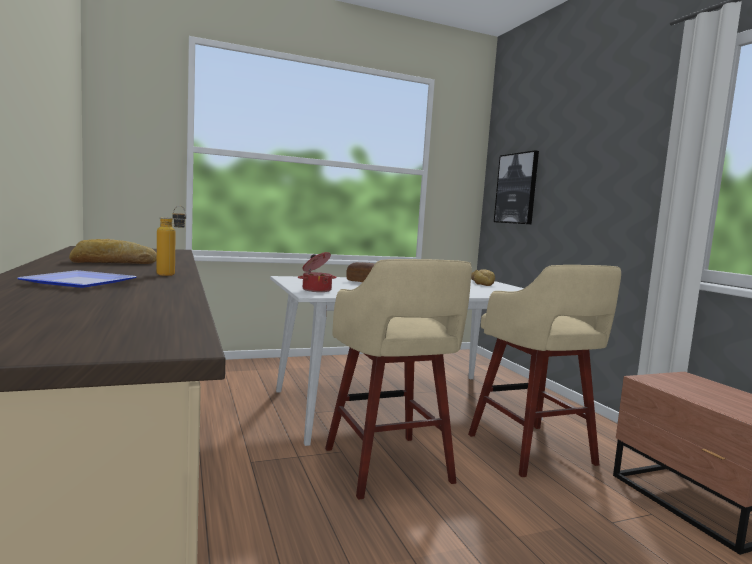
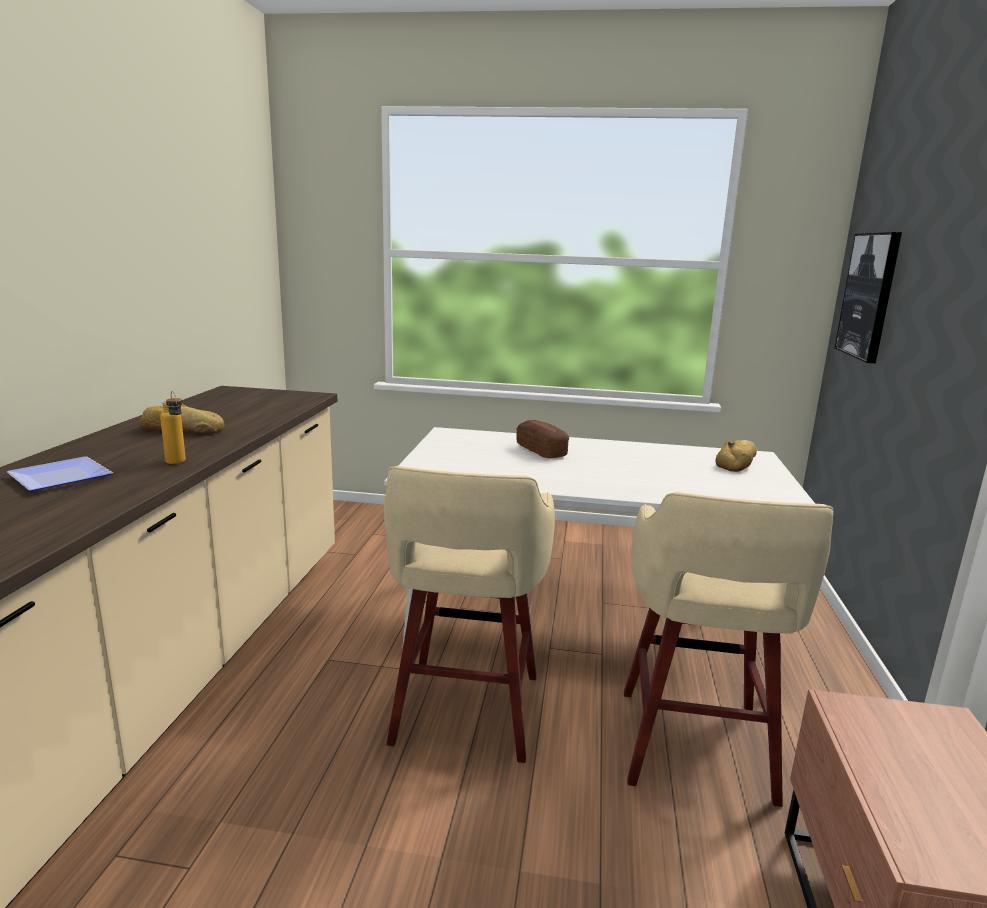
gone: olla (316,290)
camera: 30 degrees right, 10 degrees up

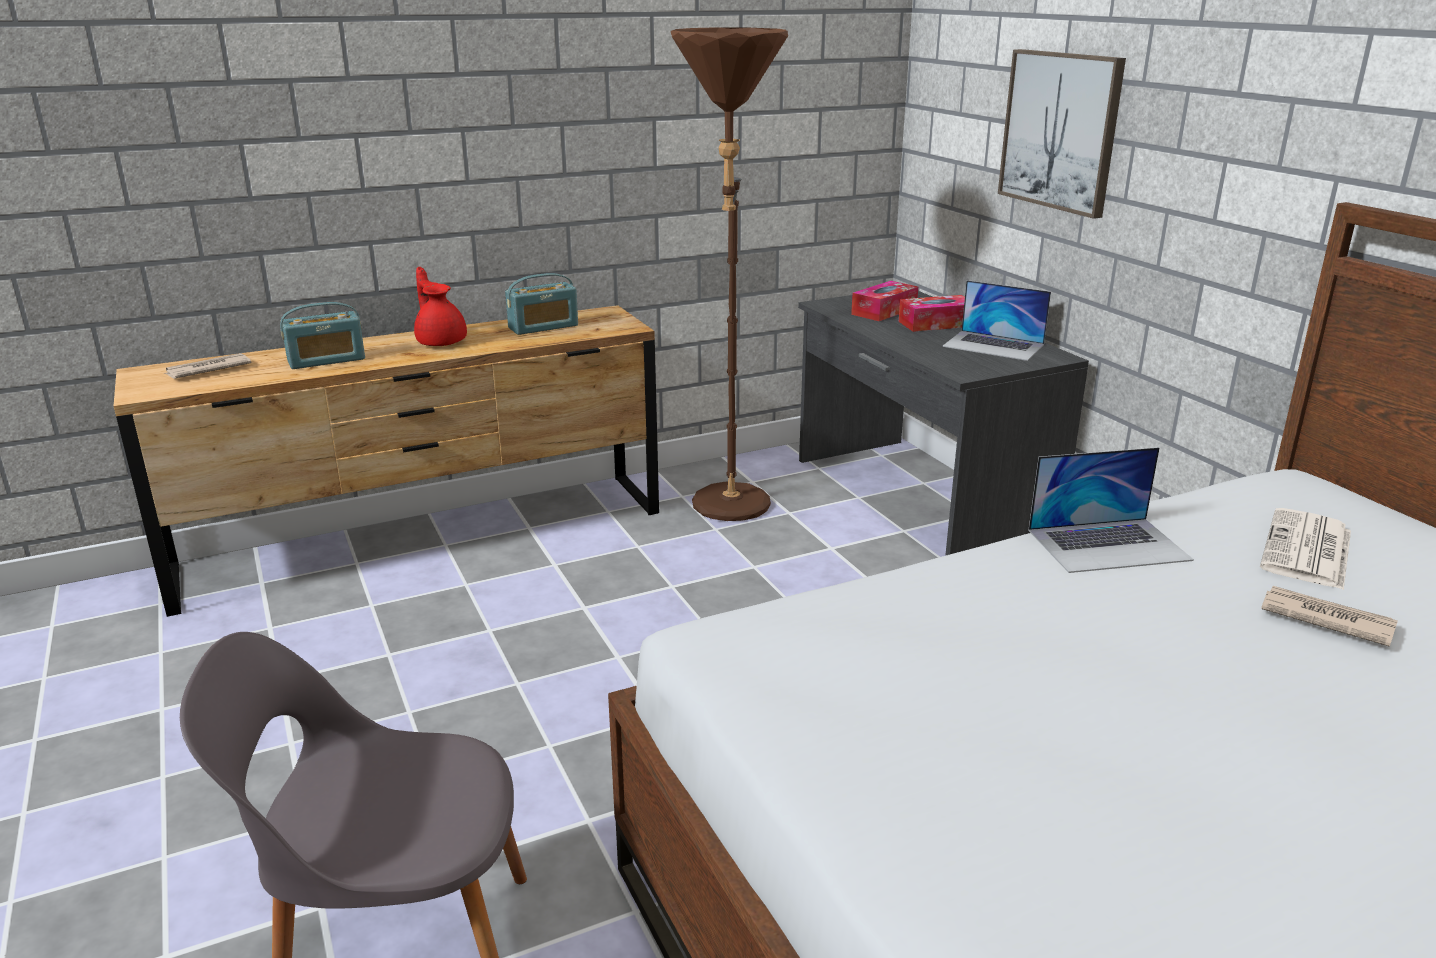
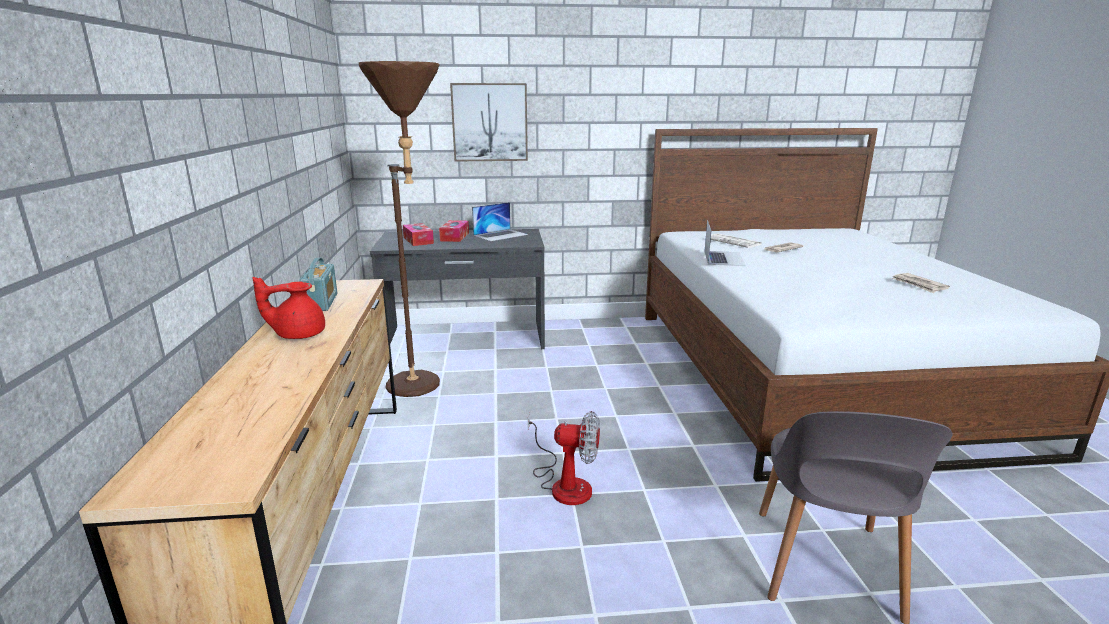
gone: radio (326,360)
new: ventilador (564,483)
shifted: periódico (207,370) to (919,285)
camera: 70 degrees left, 5 degrees down

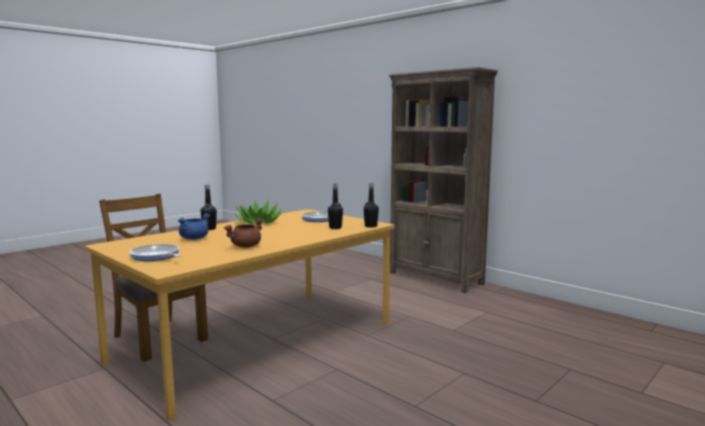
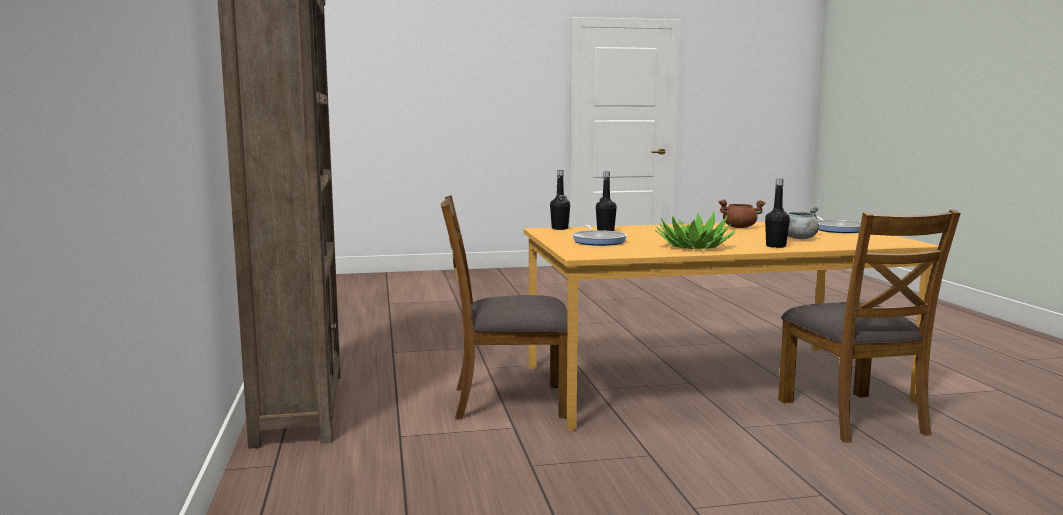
new: silla/marrón (509,401)
repainted: olla/azul (194,238) to olla/gris (798,238)
camera: 145 degrees left, 0 degrees up

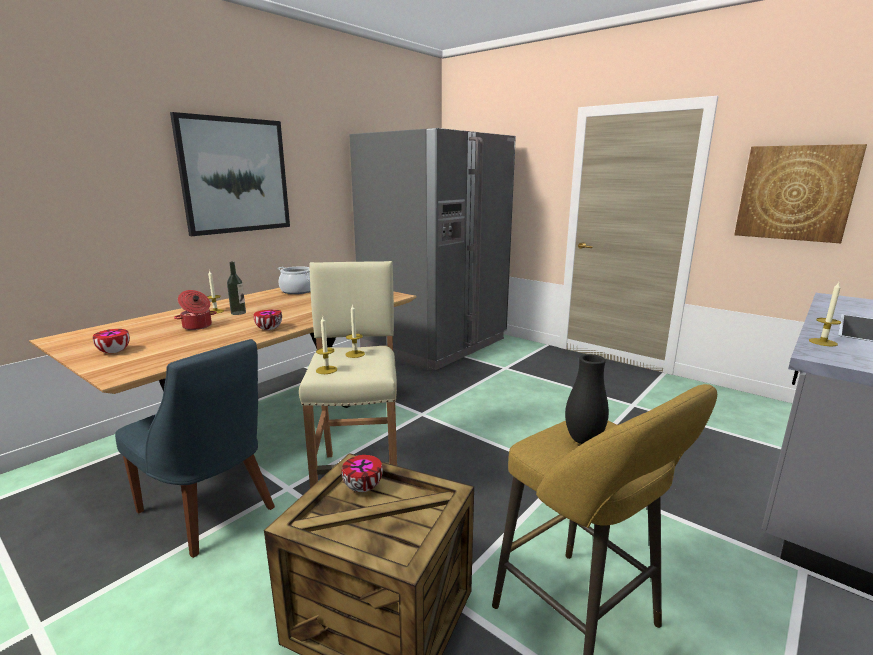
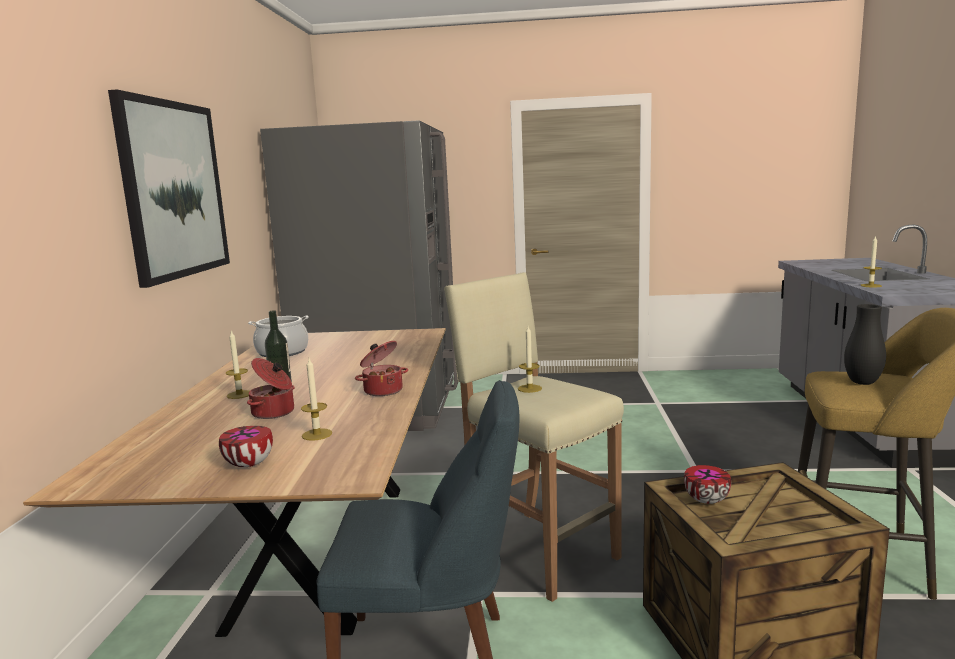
gone: cuadro (795,193)
shifted: vela (326,370) to (317,434)
swapped: cuenco (269,329) to olla (383,390)
camera: 35 degrees left, 5 degrees down

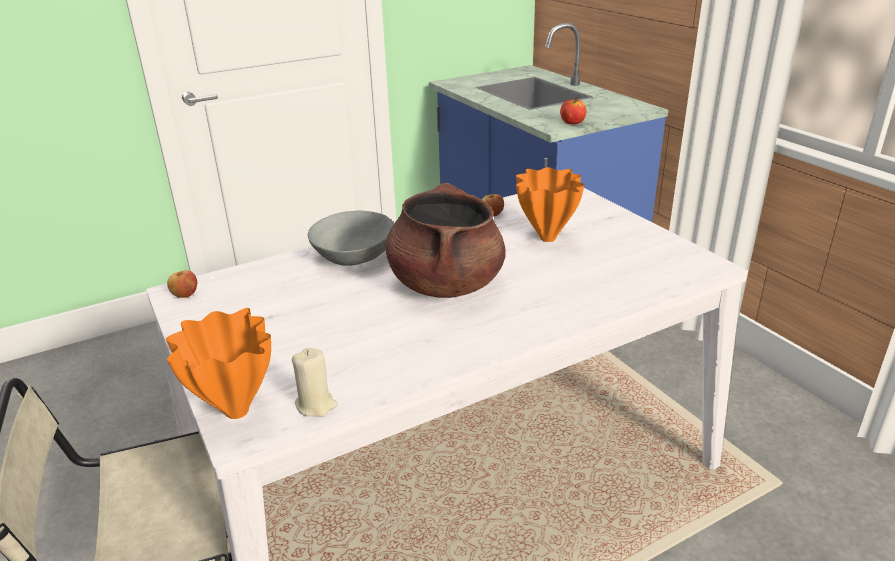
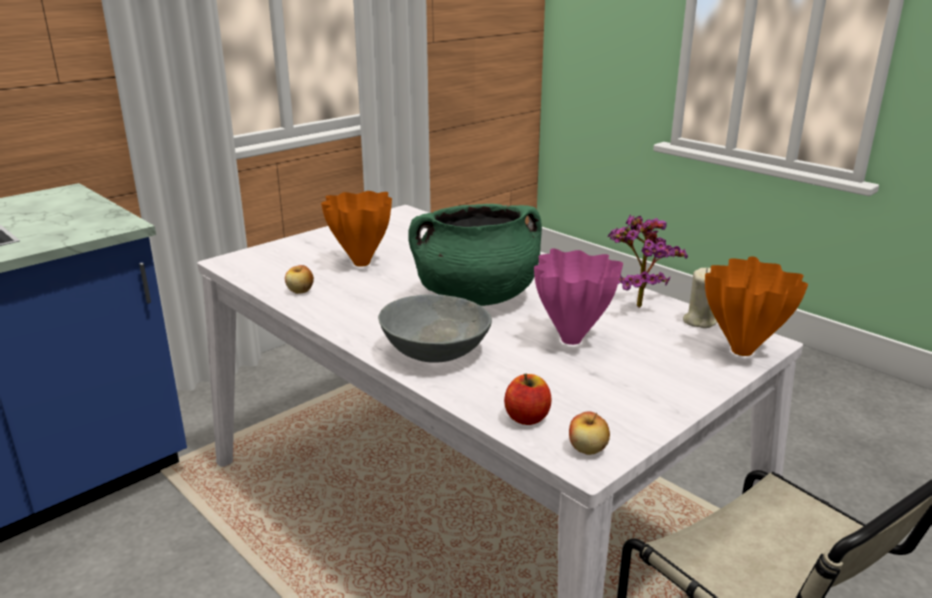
new: florero/rosa (572,340); planta en maceta (636,303)
shifted: manzana (572,122) to (527,417)
repainted: olla/marrón (446,284) to olla/verde (476,297)
camera: 105 degrees left, 5 degrees down

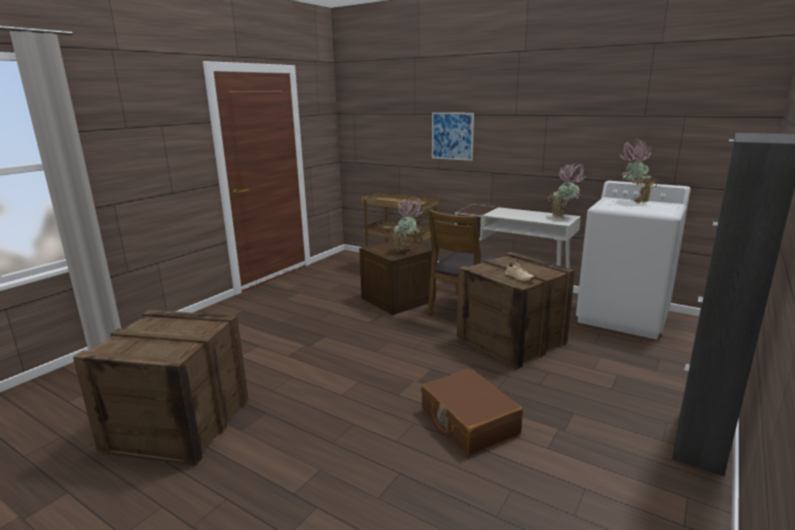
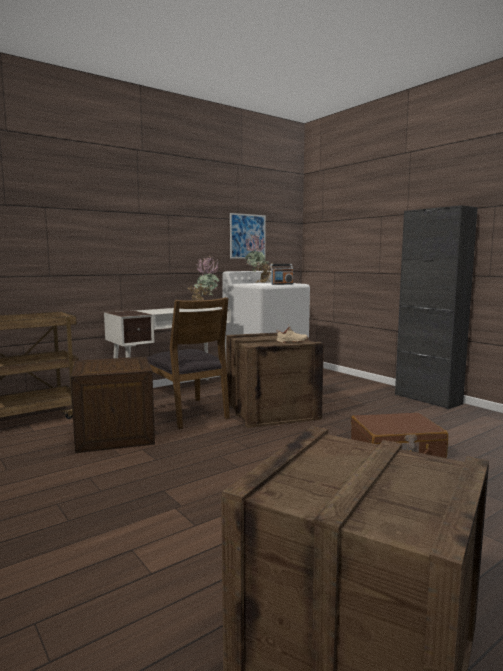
gone: planta en maceta (406,250)
new: radio (282,284)
shifted: cuadro (452,136) to (247,236)
camera: 70 degrees left, 10 degrees down

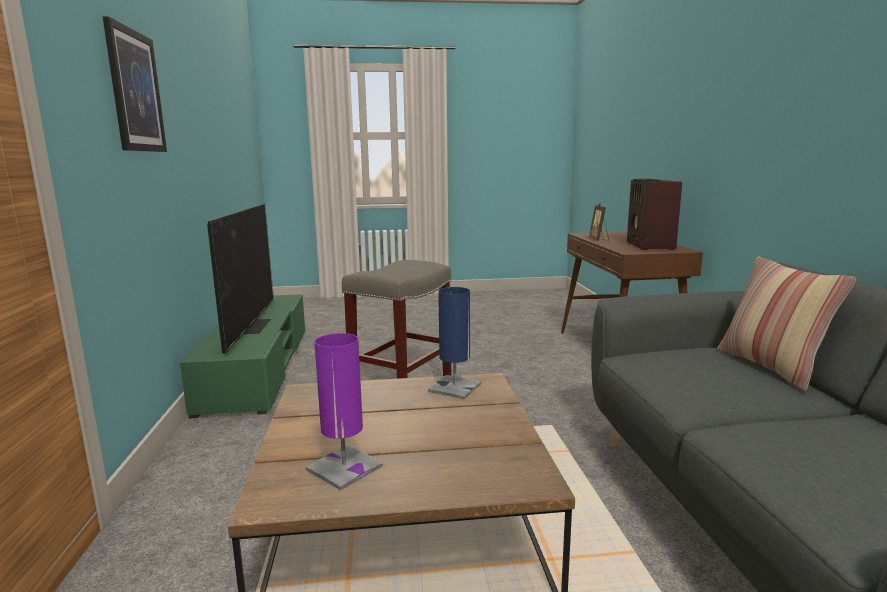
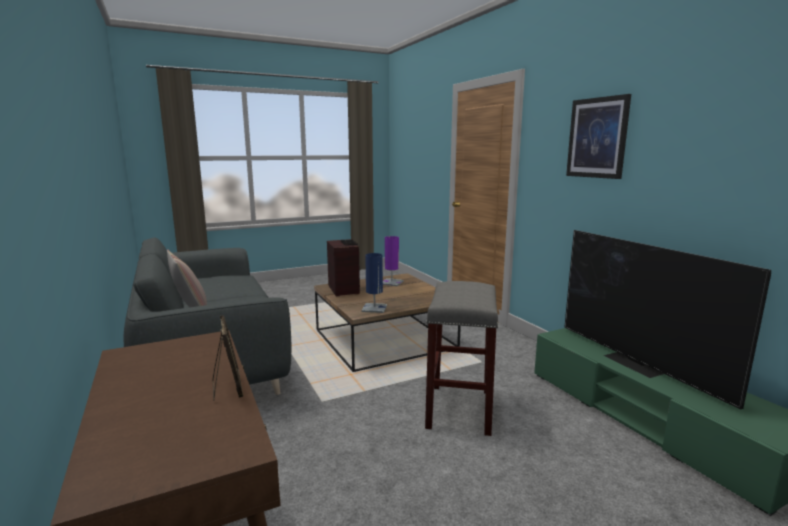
shifted: radio (649,246) to (344,289)
camera: 160 degrees right, 0 degrees up

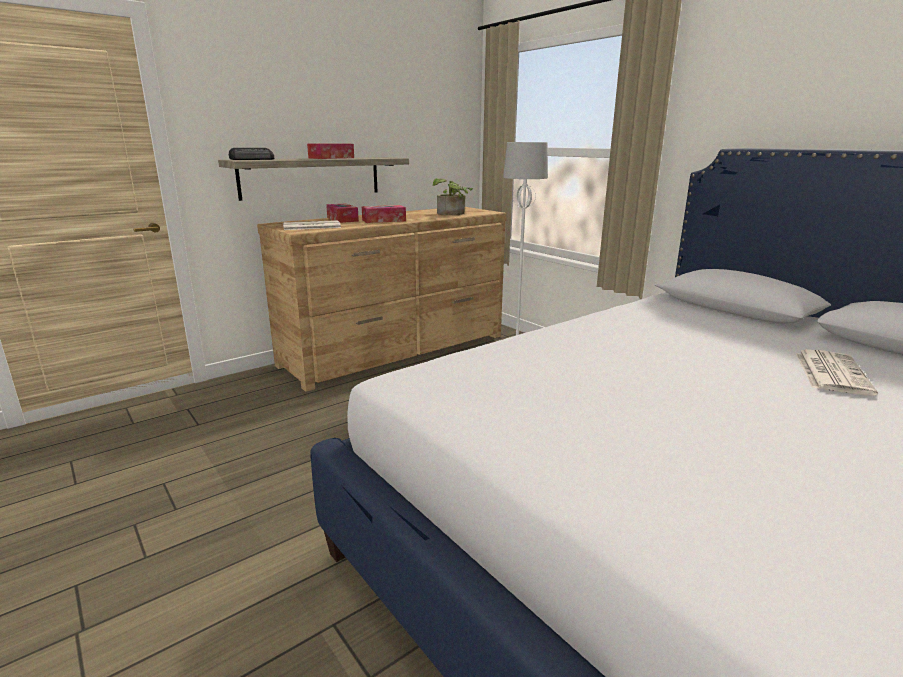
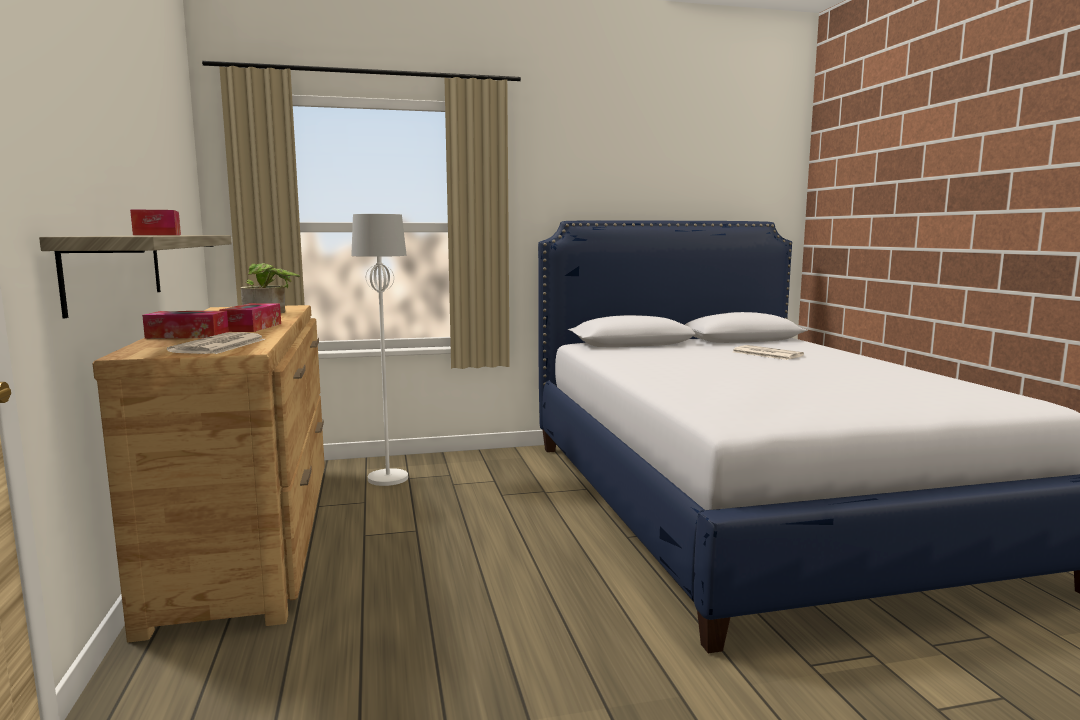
gone: radio (253,159)
camera: 65 degrees left, 10 degrees down

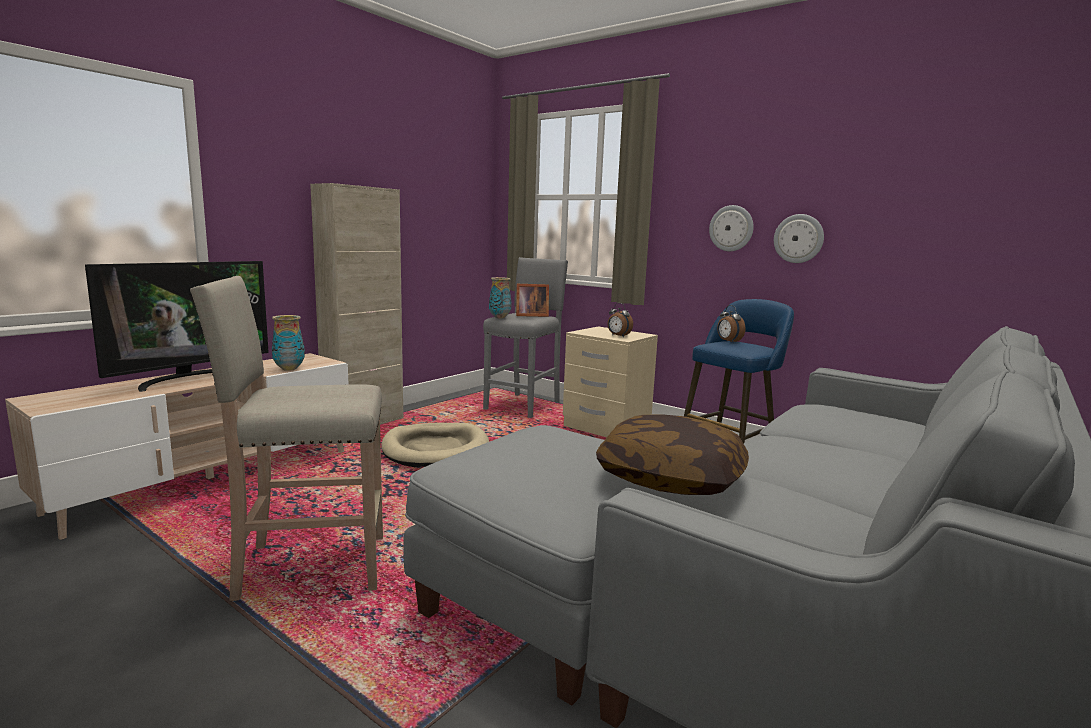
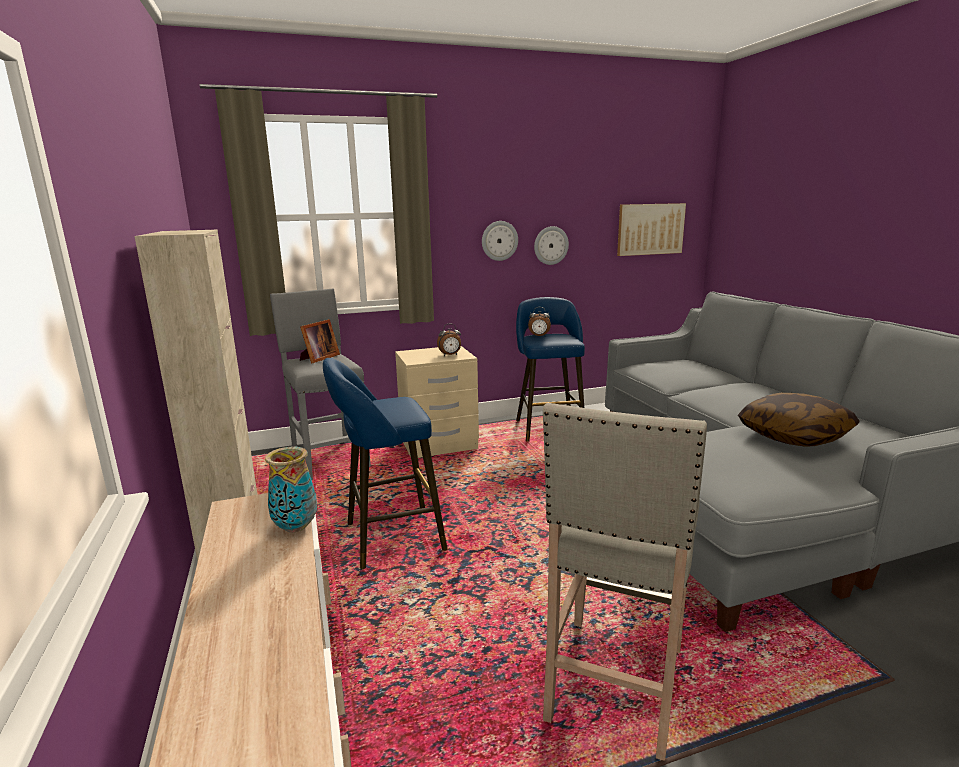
gone: televisor (190,378); florero (500,317)
new: cuadro (650,229)
swapped: cama para perro/beis (436,450) to taburete/azul (388,538)
camera: 55 degrees left, 5 degrees up

